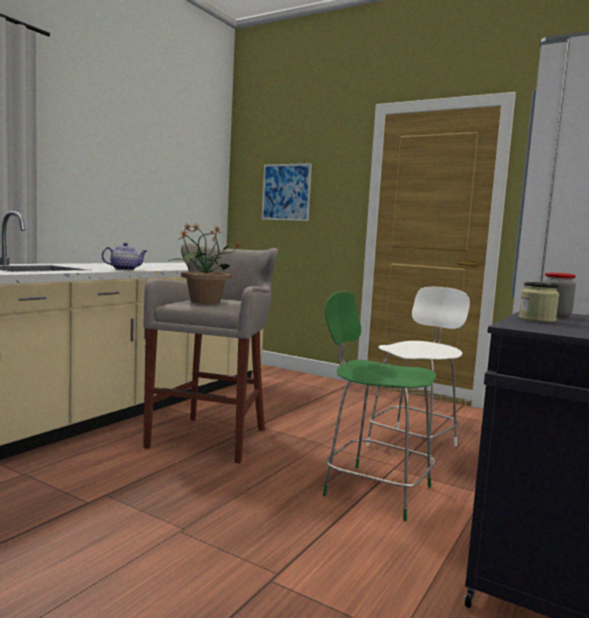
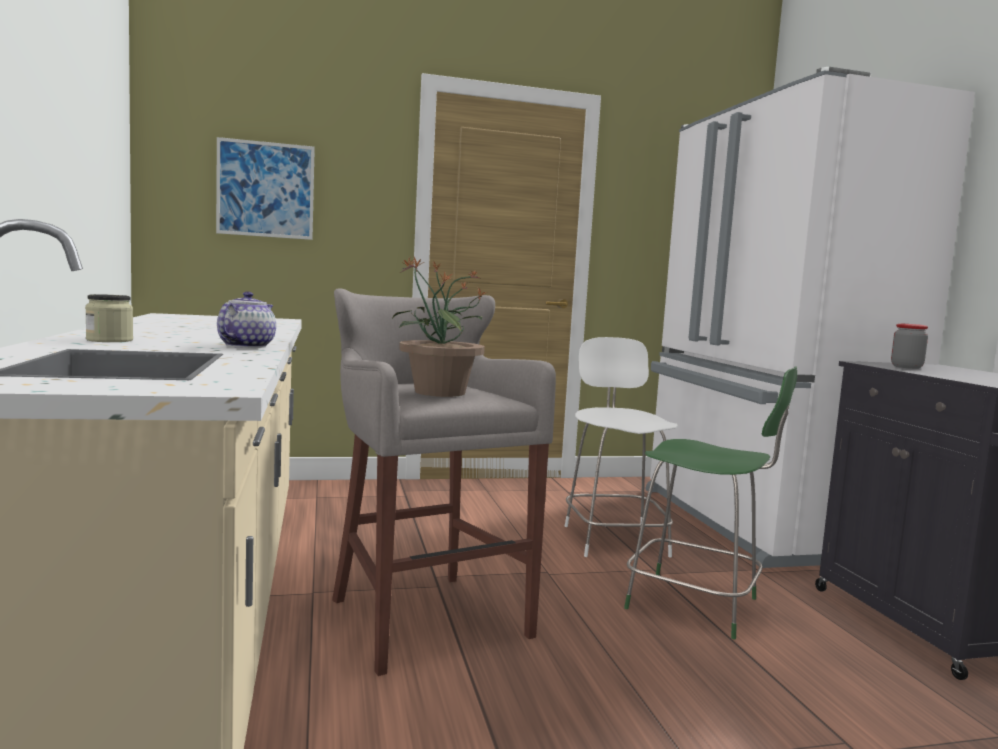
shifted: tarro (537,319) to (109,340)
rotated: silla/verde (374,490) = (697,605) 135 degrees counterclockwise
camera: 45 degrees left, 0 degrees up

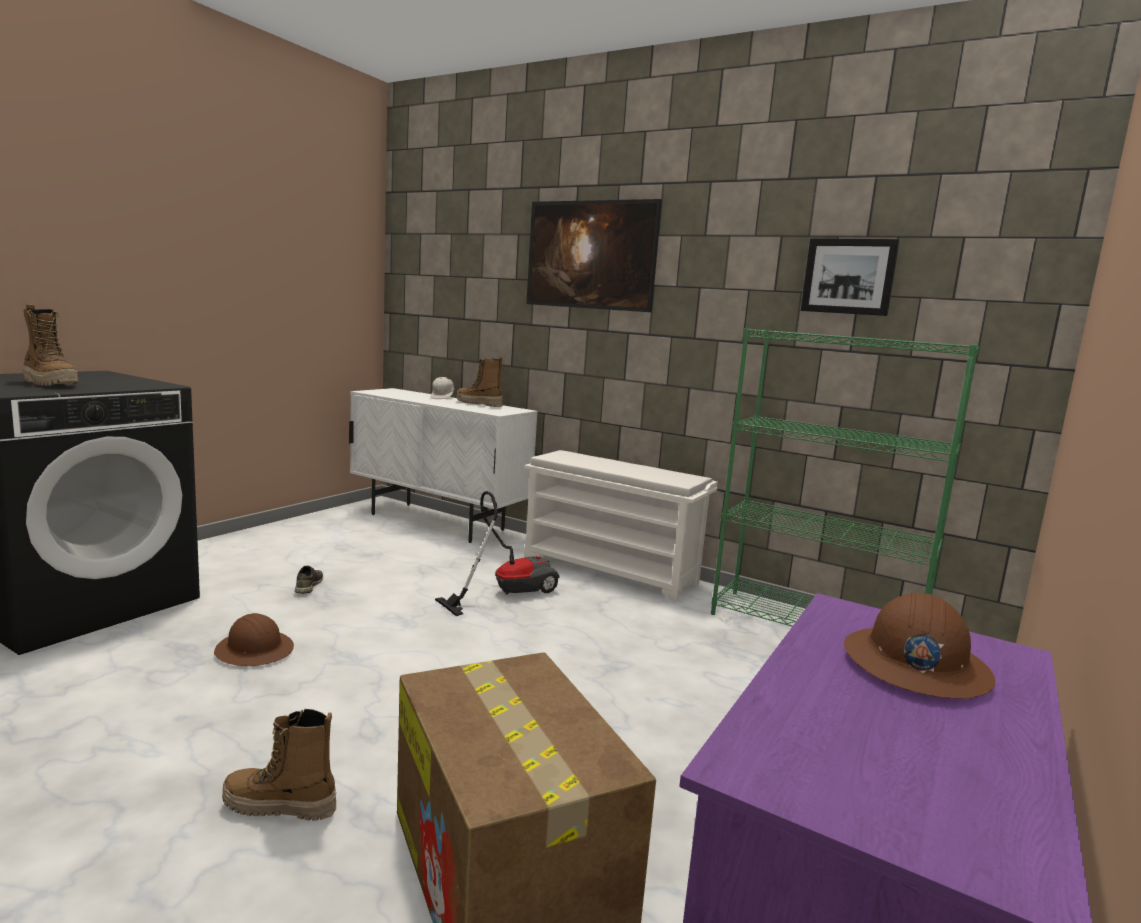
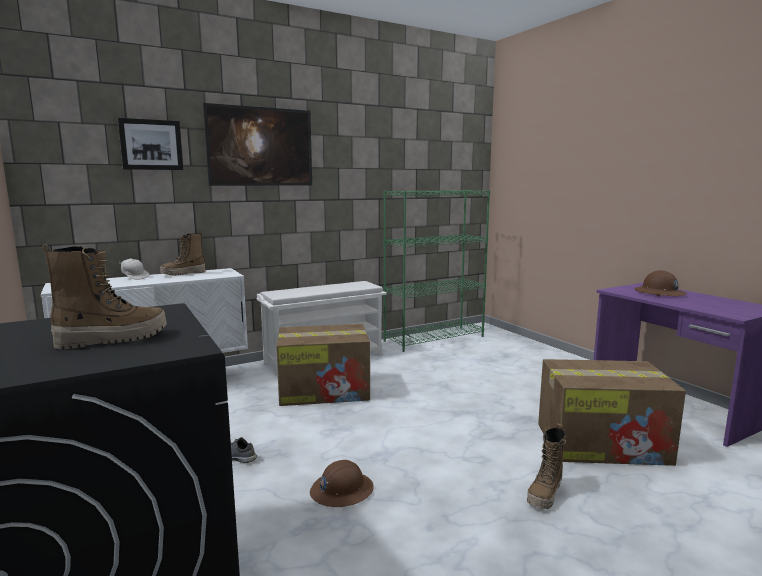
shifted: cuadro (848,276) to (151,145)
swapped: aspiradora (506,592) to caja de cartón (325,390)
camera: 60 degrees left, 0 degrees up

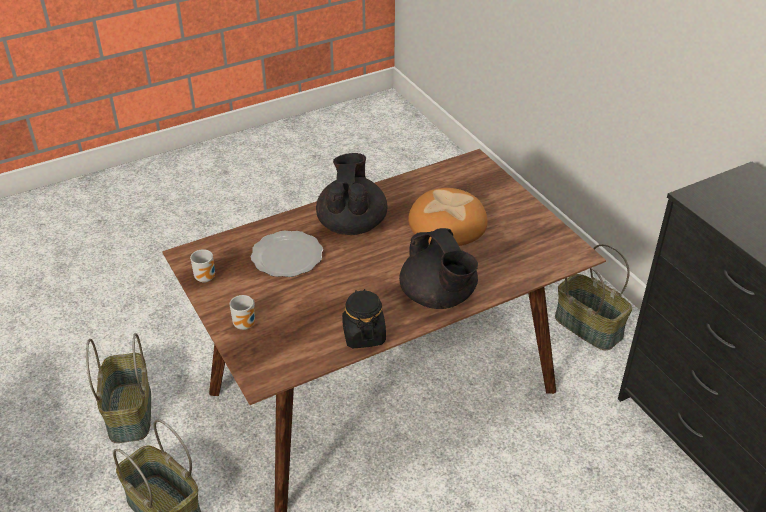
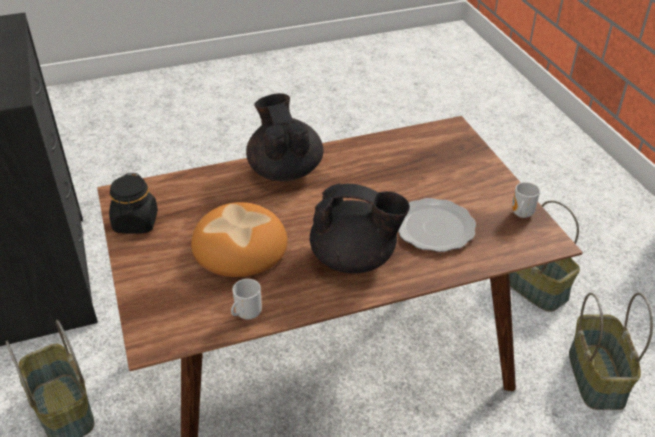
shifted: taza grande (246,324) to (246,314); tarro/negro (363,335) to (136,222)
rotated: tetera/negro (352,224) = (354,259) 90 degrees counterclockwise
camera: 170 degrees left, 0 degrees up

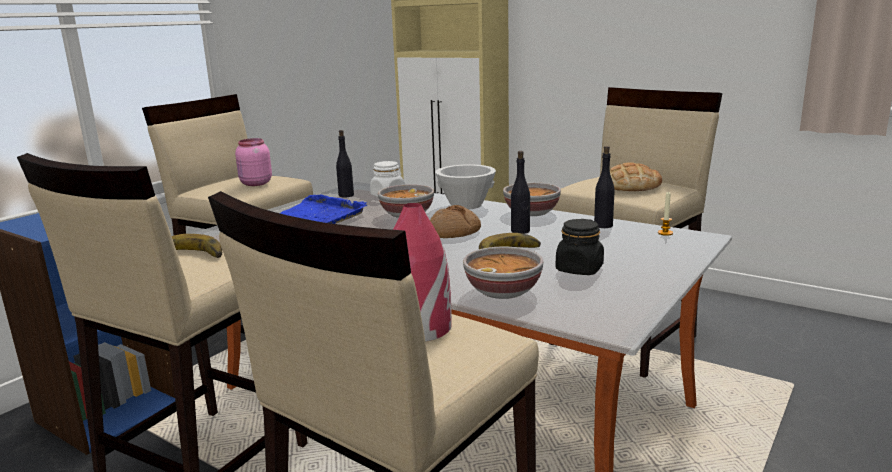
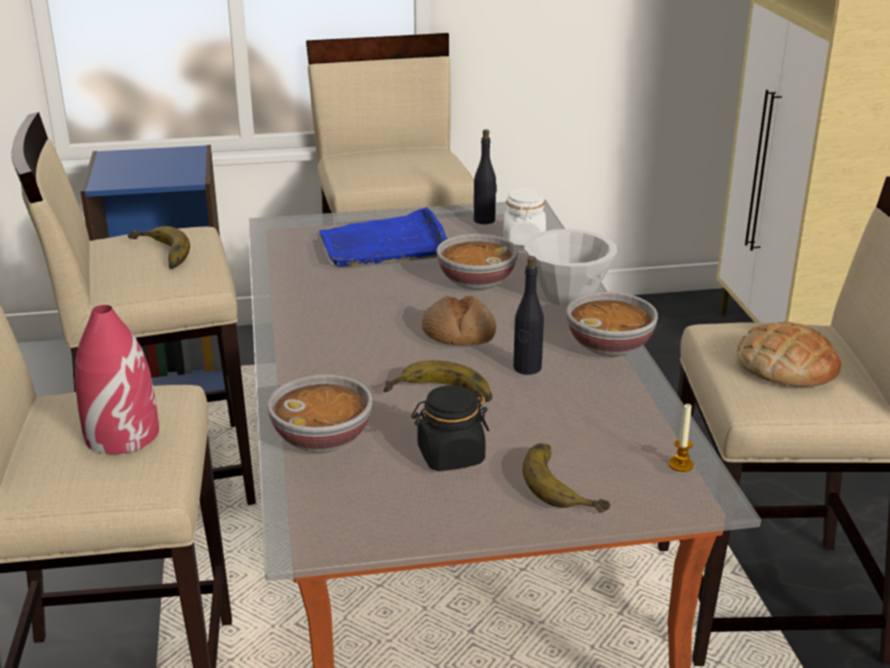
gone: tarro/rosa (255,184); botella/negro (603,225)
new: plátano (567,483)
camera: 45 degrees right, 10 degrees up

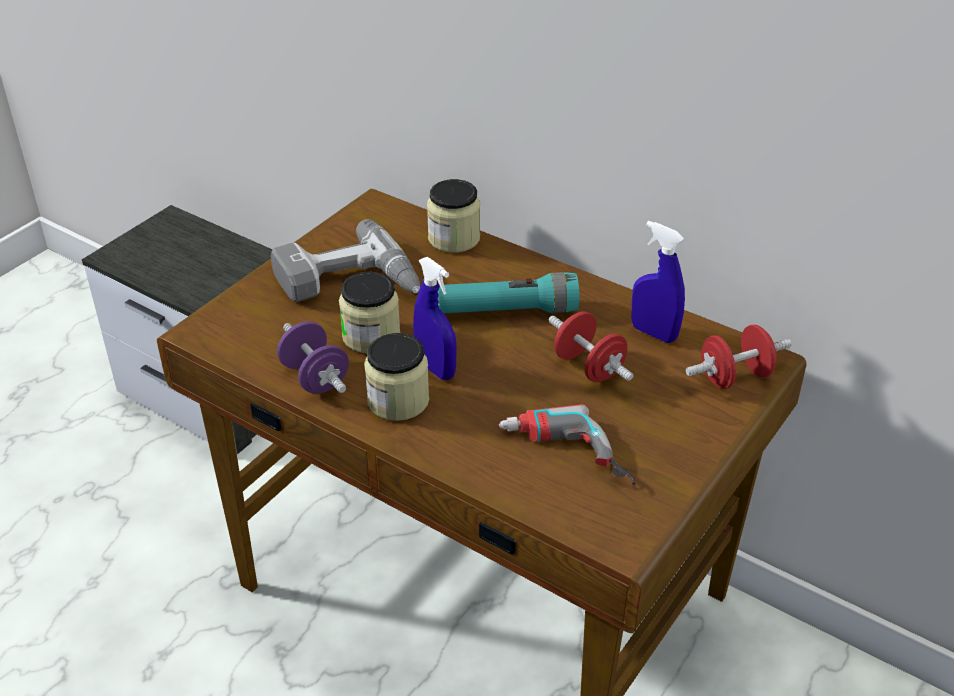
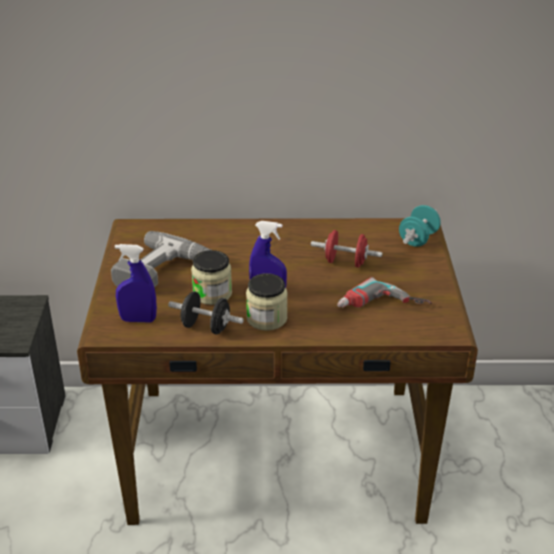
gone: tarro (454,238); linterna/turquesa (505,311)
shifted: pulverizador/azul (653,333) to (138,320)
repainted: mancuerna/morado (315,378) to mancuerna/negro (206,327); mancuerna/rojo (734,377) to mancuerna/turquesa (418,239)
camera: 35 degrees left, 5 degrees down

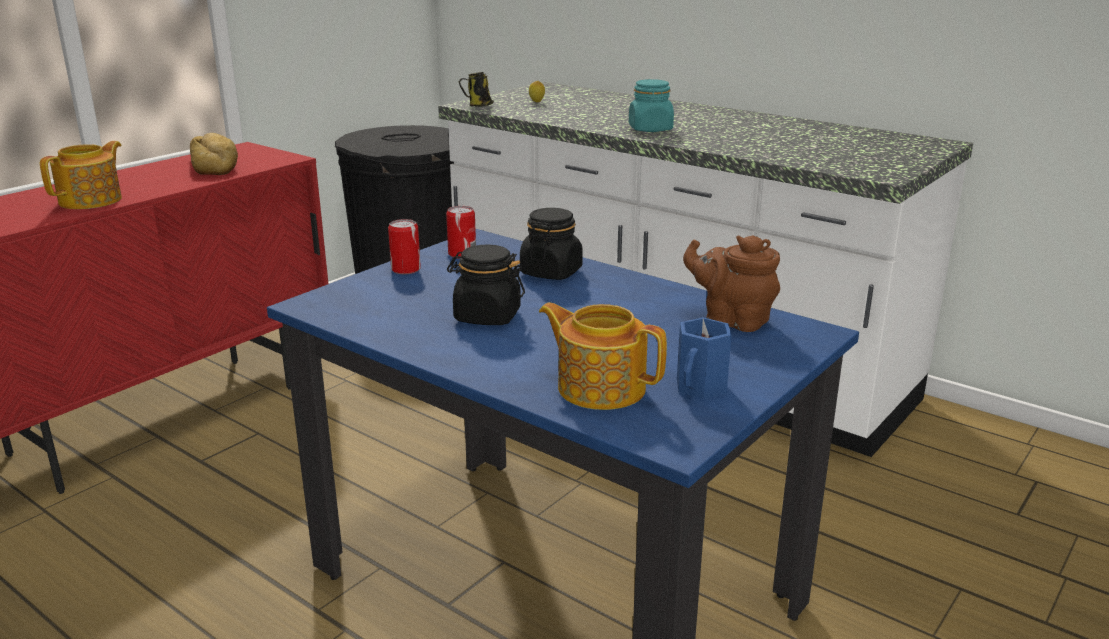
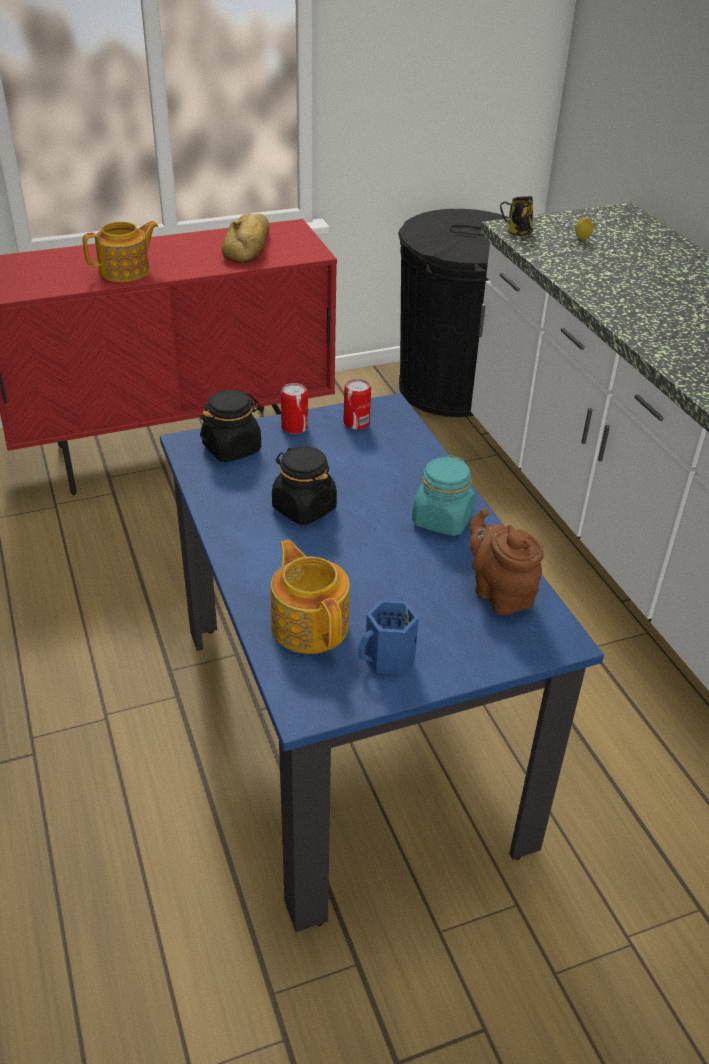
shifted: tarro/negro (551,272) to (232,448); tarro/turquesa (650,129) to (442,520)
camera: 30 degrees right, 15 degrees up

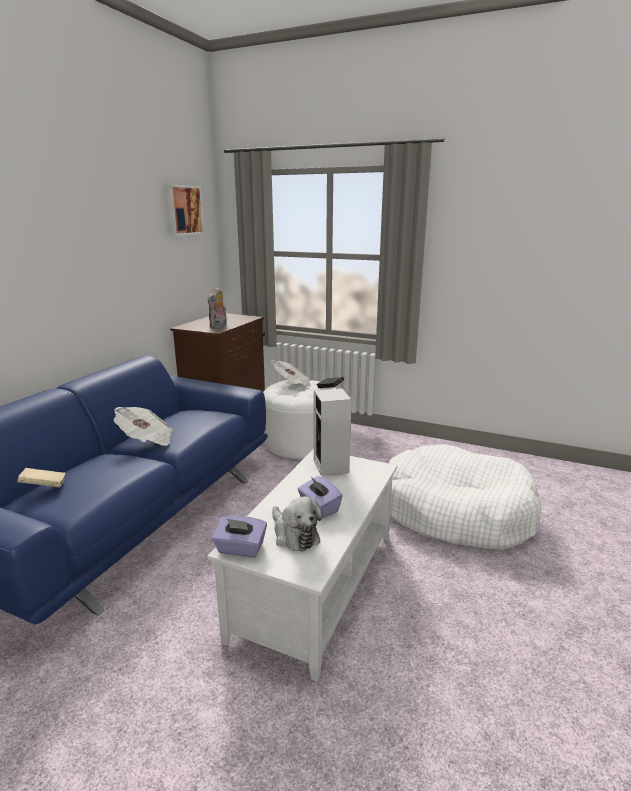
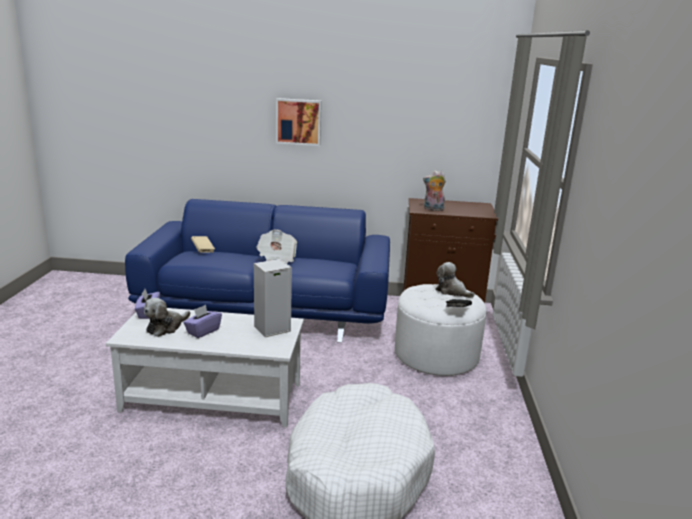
shifted: cuadro (183,210) to (298,121)
swapped: periódico (292,384) to peluche (452,291)
camera: 70 degrees right, 0 degrees up

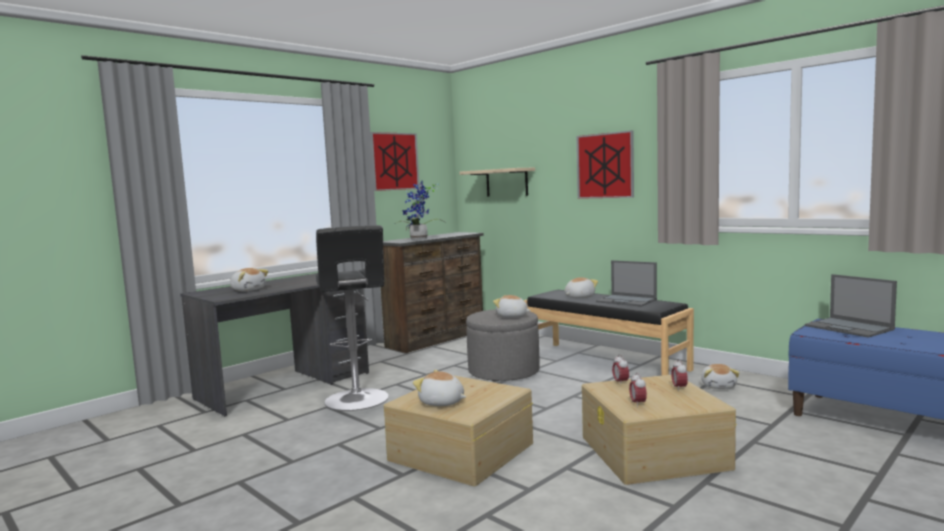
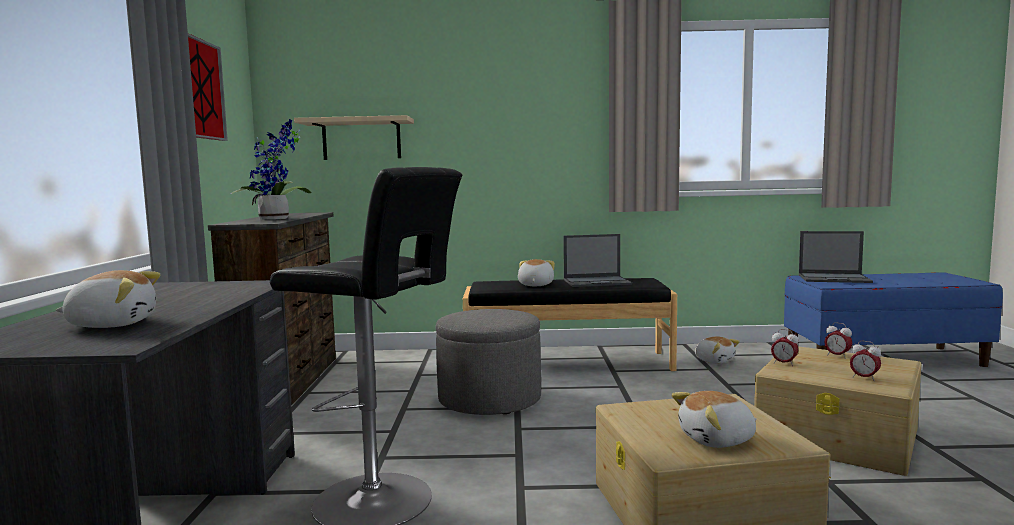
gone: peluche (512,316); cuadro (605,165)
camera: 45 degrees left, 0 degrees up

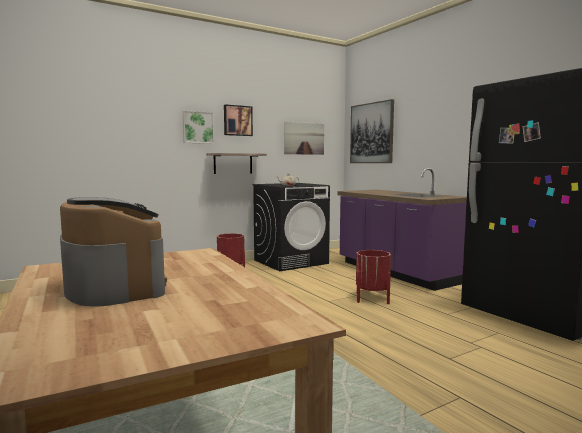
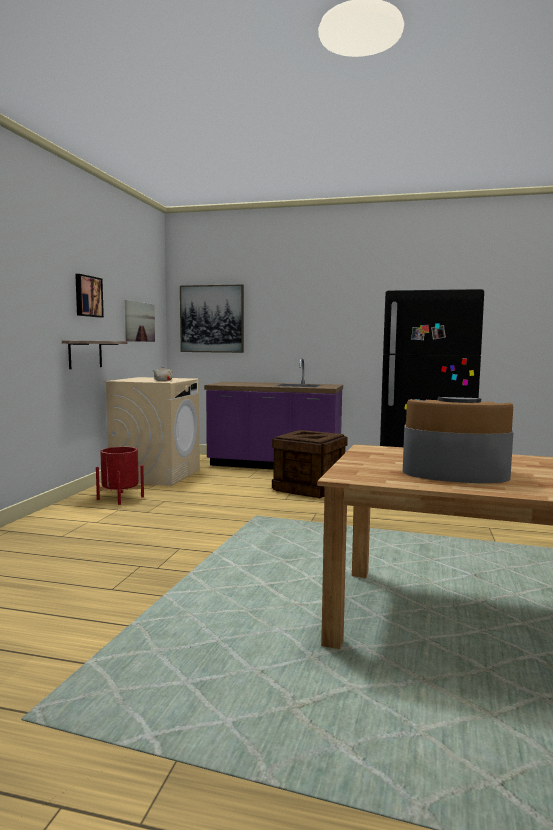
gone: cuadro (198,127)
swapped: maceta/rojo (372,298) to caja de embalaje (310,489)
repainted: lavadora/negro (291,262) to lavadora/beis (156,475)
camera: 45 degrees left, 0 degrees up

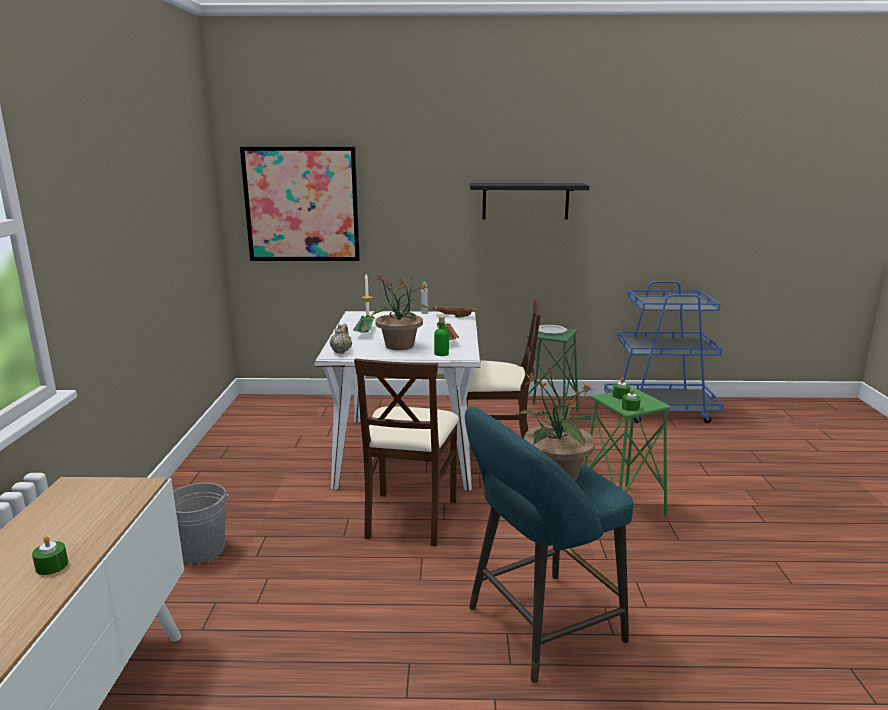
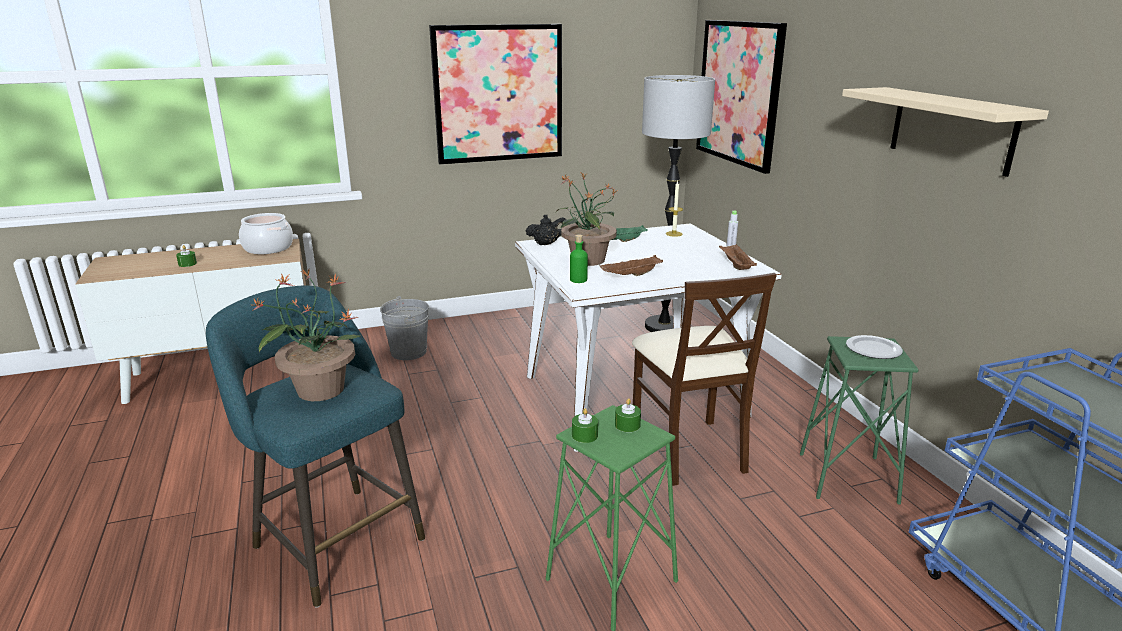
gone: silla/beis (410,517)
new: olla (268,248); cuadro (498,94); lámpara de pie (664,327)
repainted: tetera/beis (341,351) to tetera/negro (547,244); estante/negro (525,201) to estante/beis (951,129)
camera: 70 degrees right, 5 degrees up

